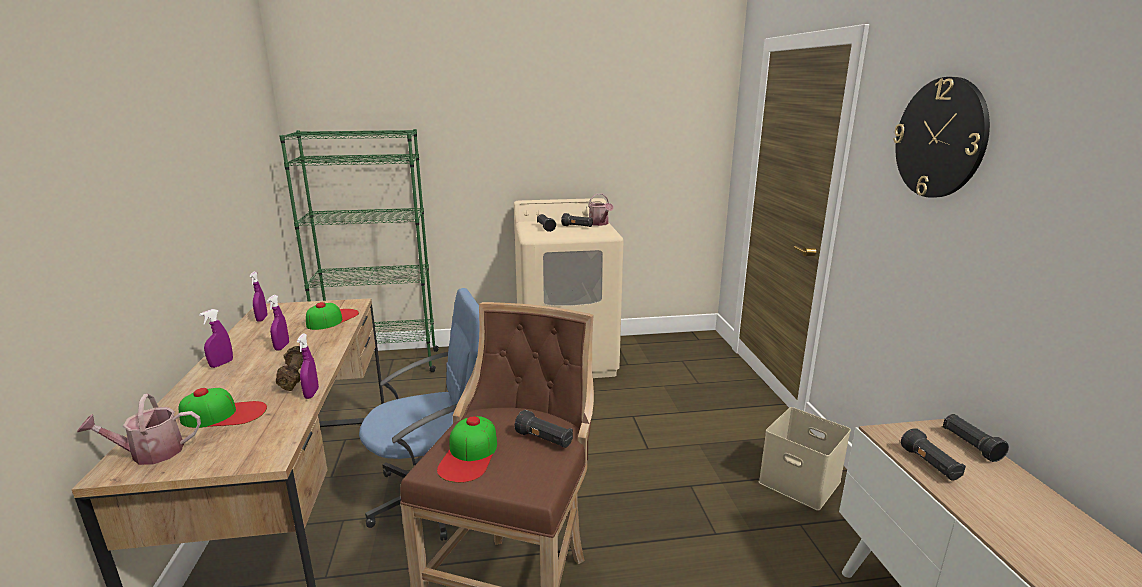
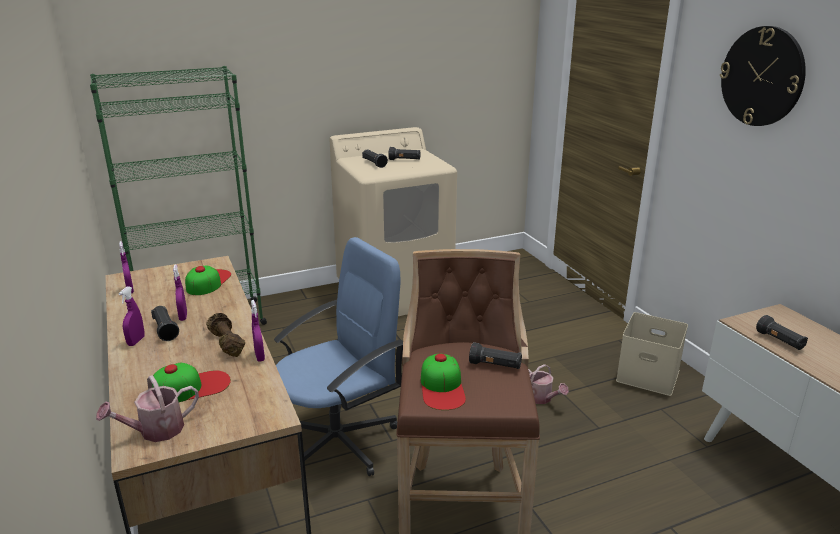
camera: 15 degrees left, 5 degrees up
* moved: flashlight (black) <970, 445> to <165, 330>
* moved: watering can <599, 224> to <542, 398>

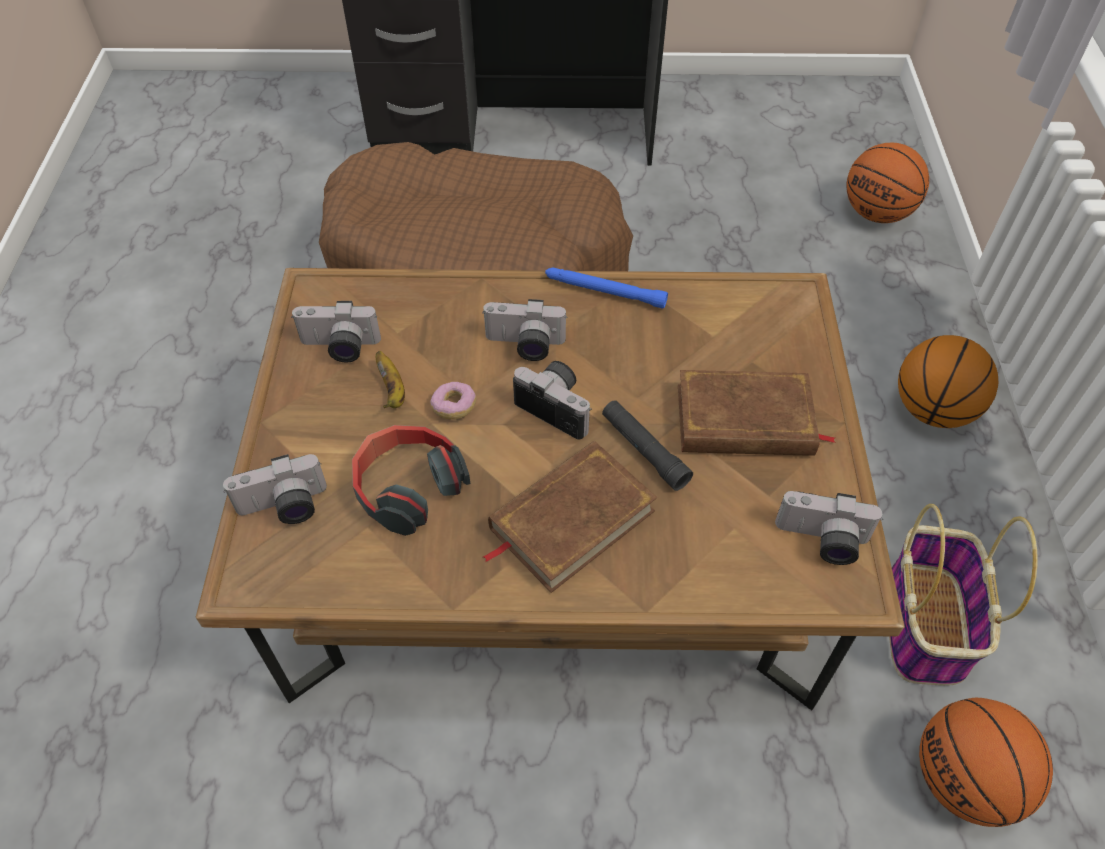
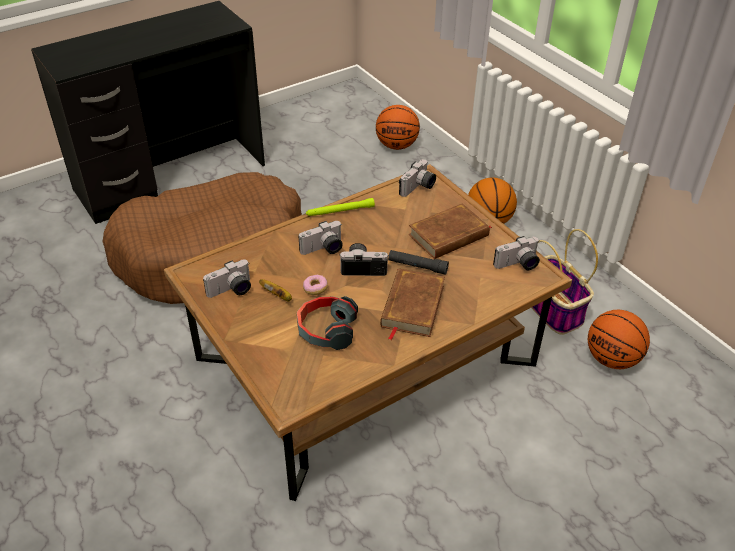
camera: 35 degrees left, 10 degrees down
* recoloured: flashlight (blue) <604, 291> to flashlight (green) <340, 211>
* moved: photo camera <284, 508> to <418, 188>

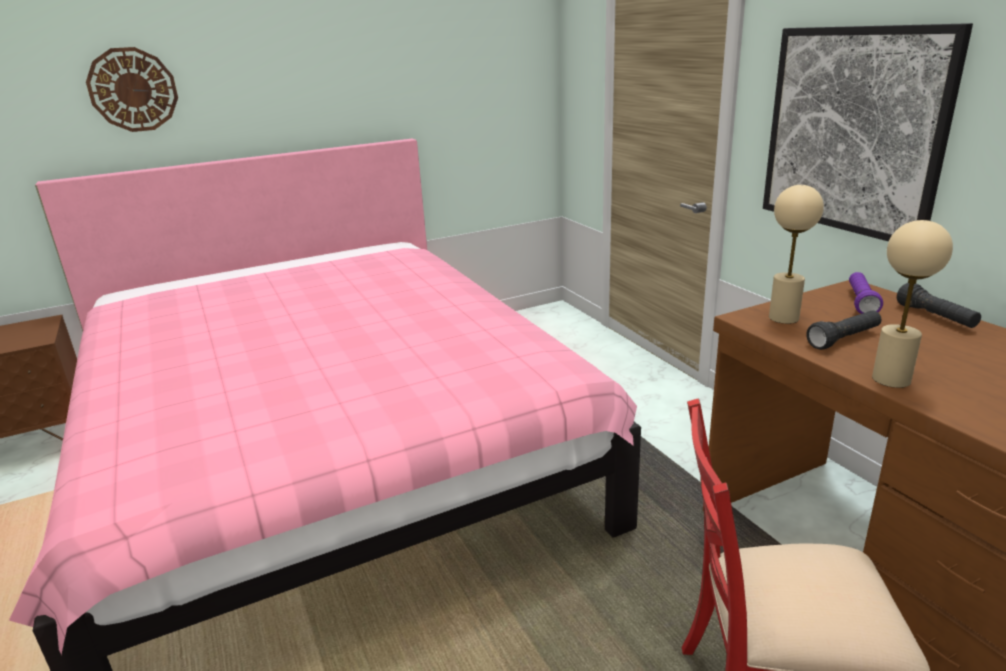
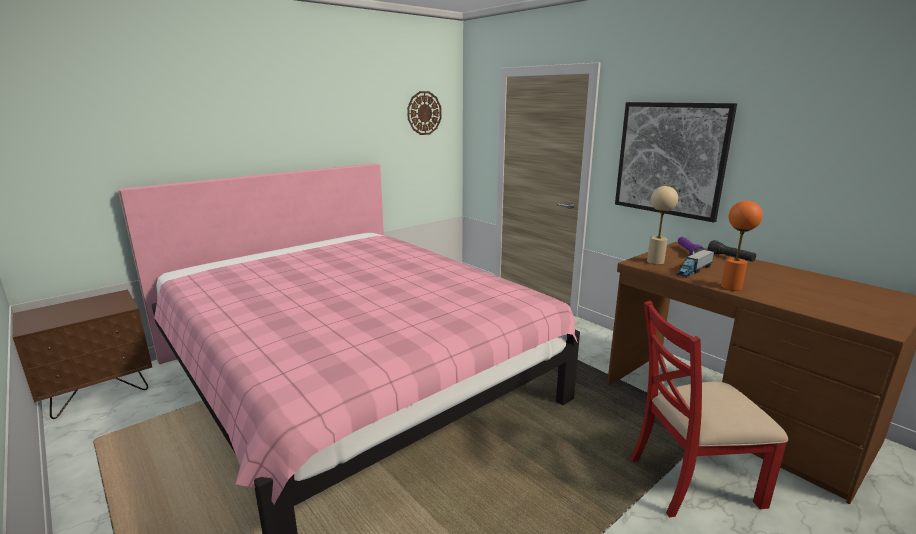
camera: 15 degrees left, 5 degrees down
* moved: wall clock <133, 90> to <424, 113>
* replaced: flashlight (black) <843, 339> to toy truck <694, 270>
* recoloured: table lamp (beige) <890, 379> to table lamp (orange) <730, 287>

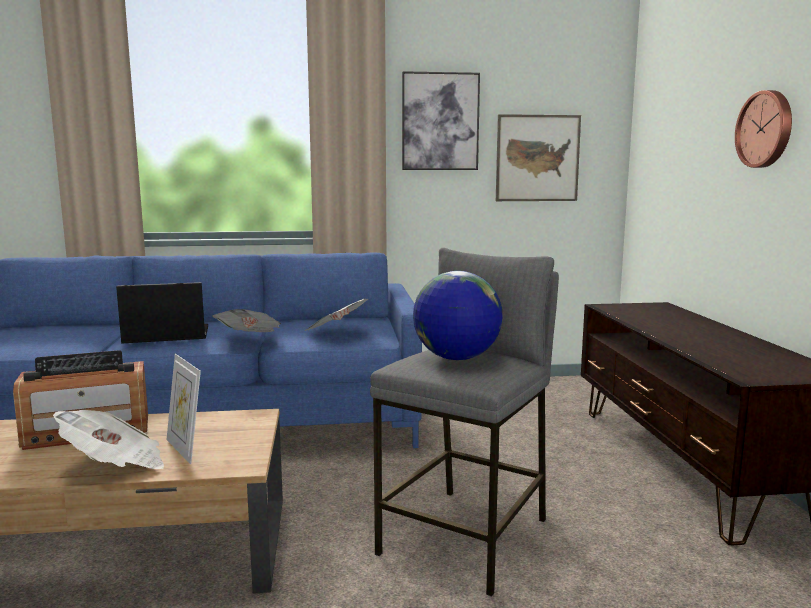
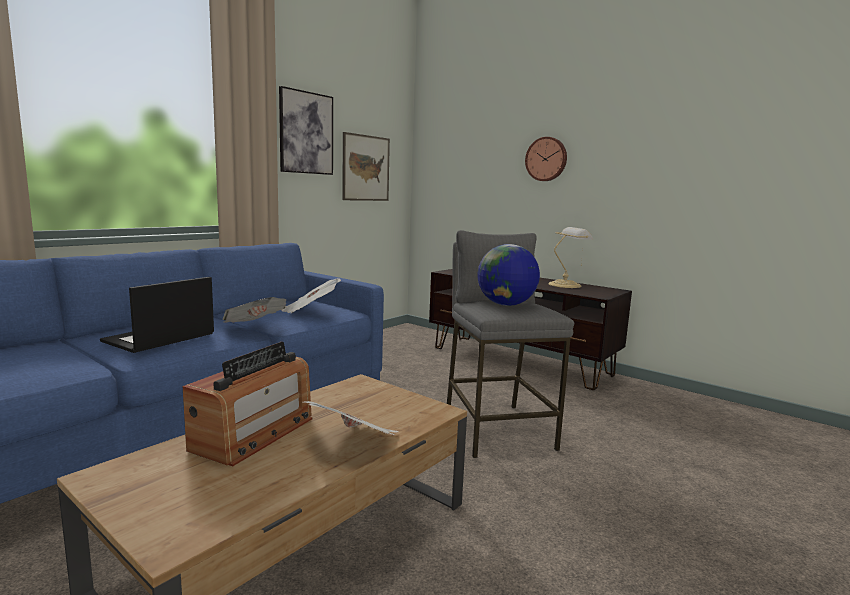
camera: 45 degrees left, 0 degrees up
* added: table lamp <566, 285>
* removed: picture frame <185, 449>

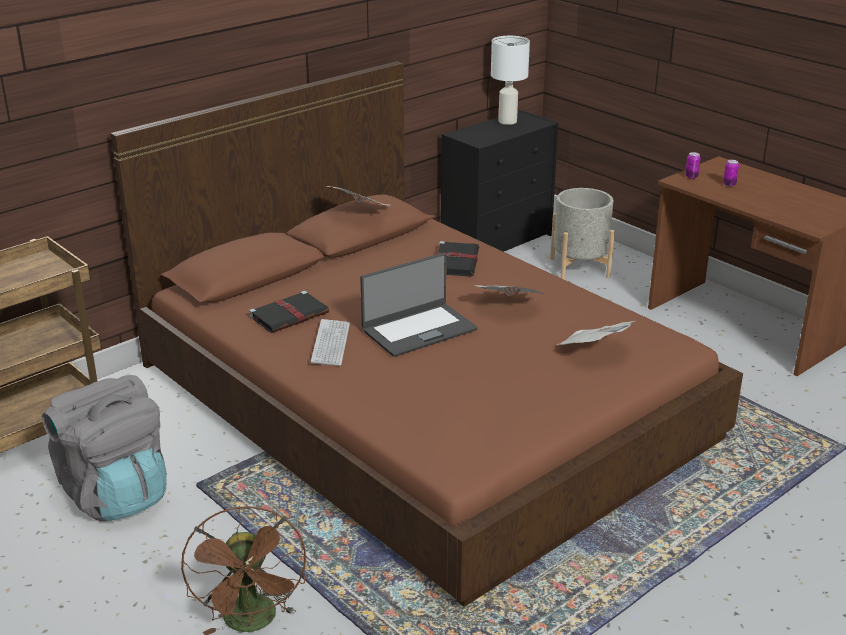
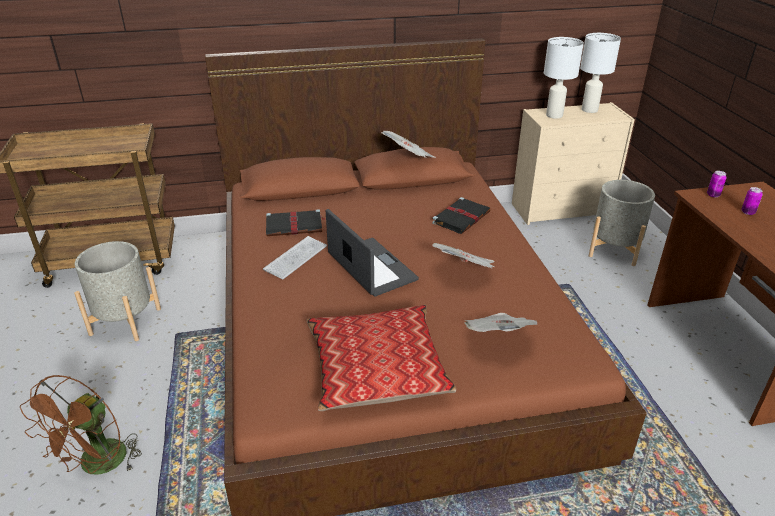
camera: 30 degrees right, 5 degrees up
* replaced: backpack (grey) <115, 494> to planter (grey) <125, 321>
* added: pillow <377, 367>
* turned: laptop <418, 330> = <370, 268> 120 degrees counterclockwise
* recoloured: dresser (black) <497, 241> to dresser (beige) <562, 209>
* added: table lamp (white) <554, 115>

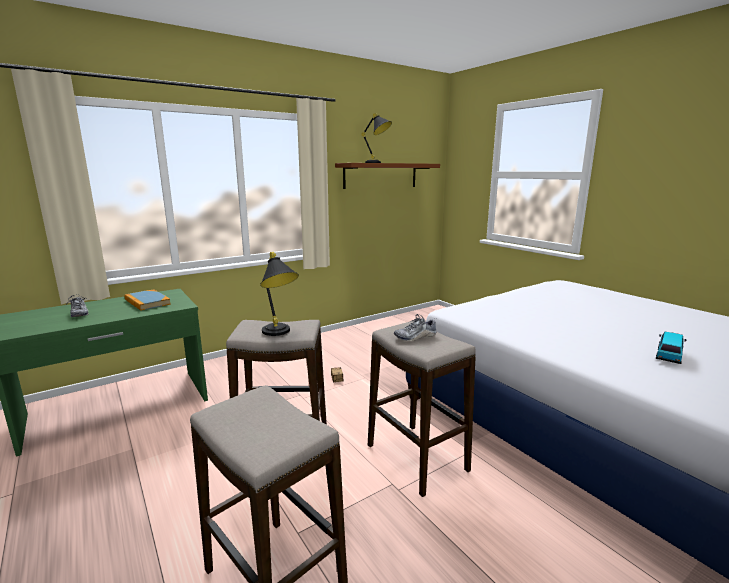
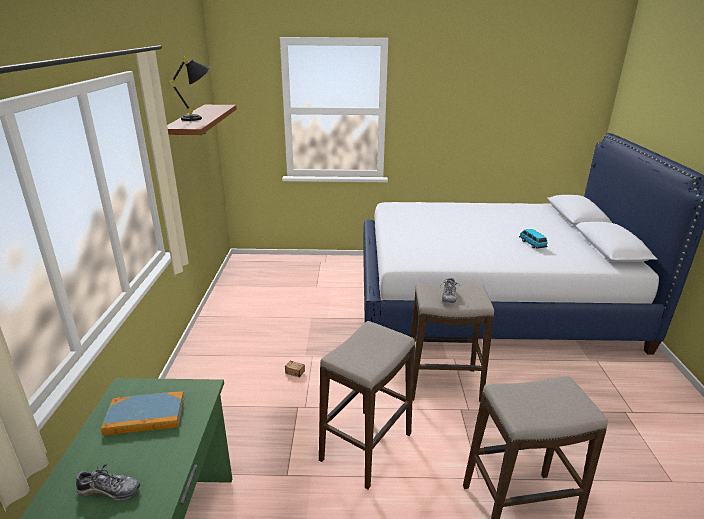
camera: 55 degrees left, 10 degrees up
* removed: table lamp (black) <279, 334>

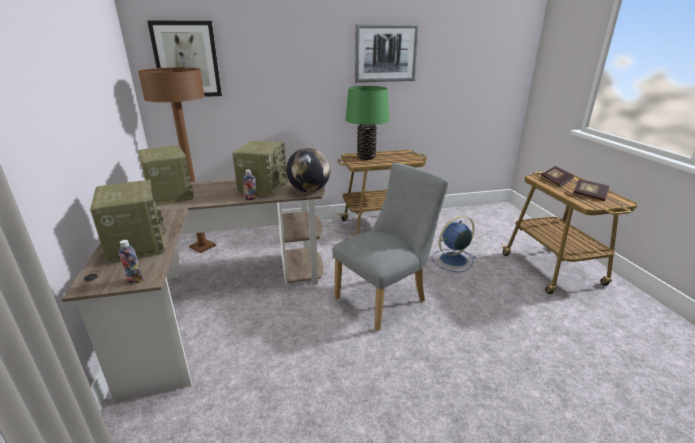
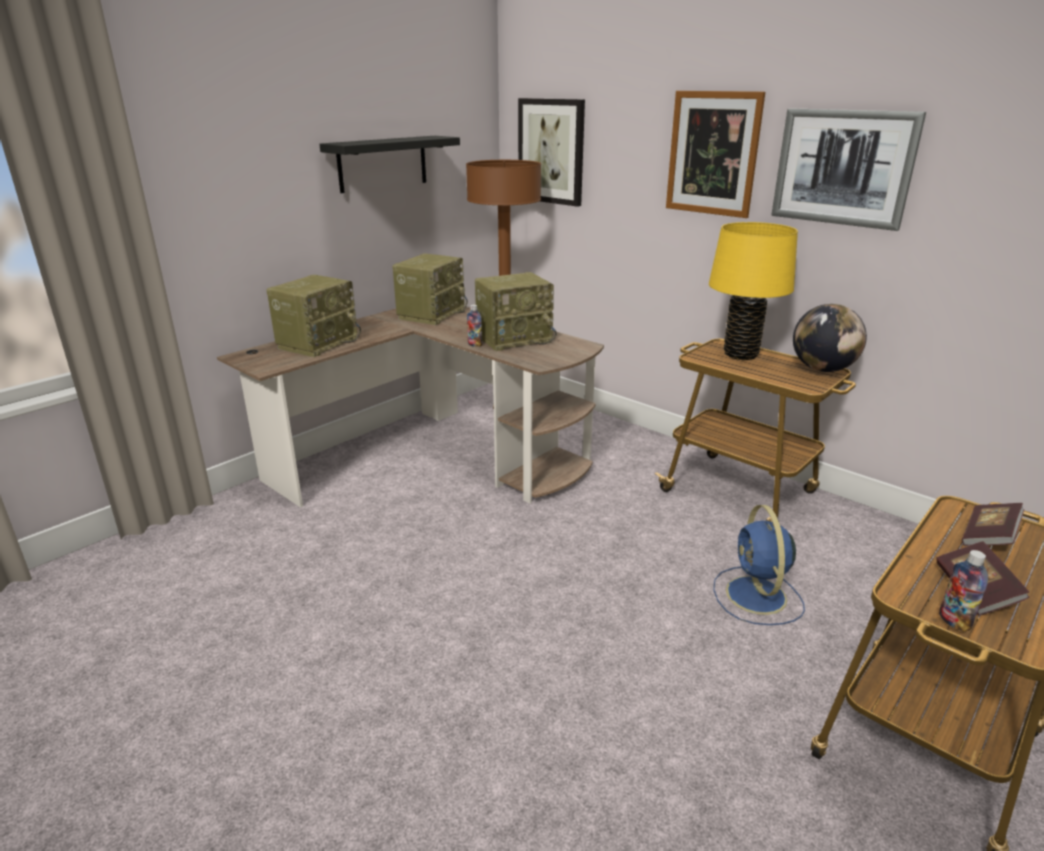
camera: 55 degrees right, 0 degrees up
* added: shelf (black) <383, 163>
* added: picture <713, 153>
* recoloured: table lamp (green) <366, 157> to table lamp (yellow) <740, 355>
* turned: fan (blue) <452, 260> = <757, 597> 120 degrees counterclockwise
* moved: globe <309, 190> to <822, 369>
* moved: bottle <134, 280> to <954, 621>
* removed: chair (grey) <385, 297>

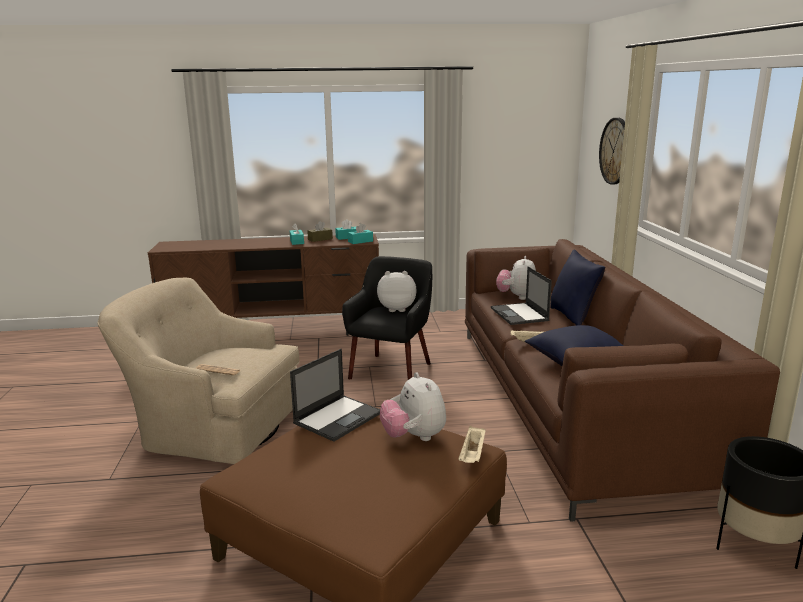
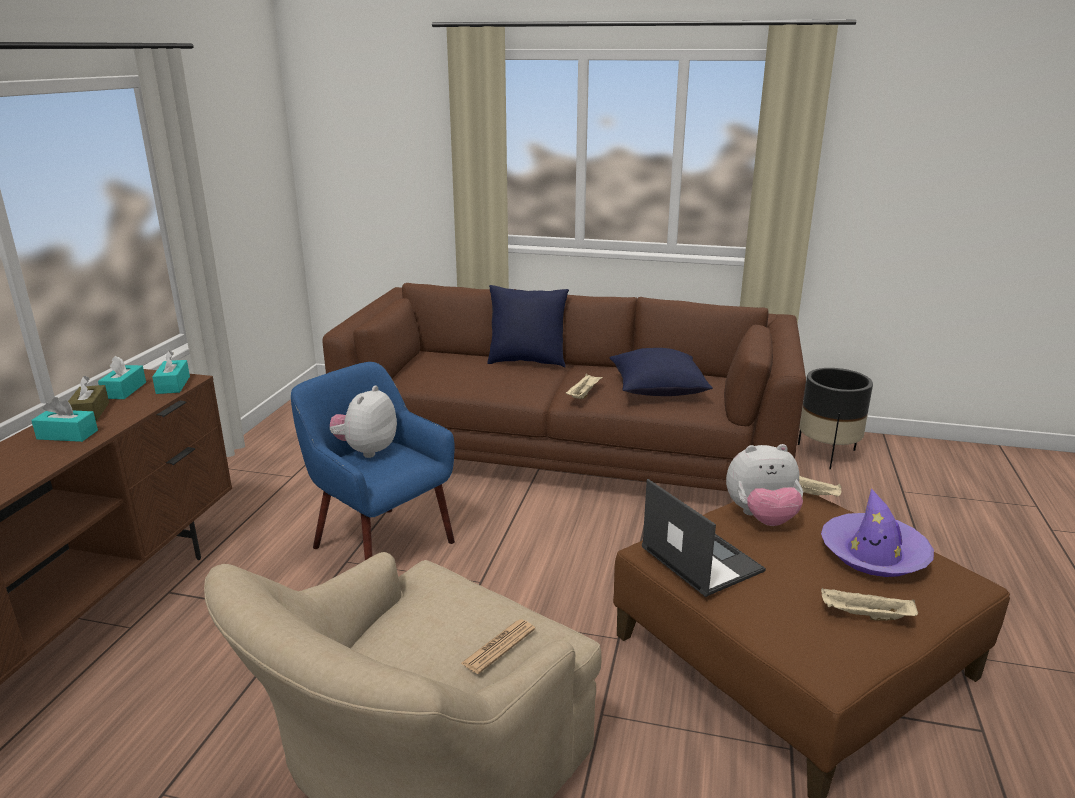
camera: 70 degrees left, 5 degrees up
* recoloured: armchair (black) <392, 370> to armchair (blue) <381, 544>
* added: hat (purple) <874, 554>
* added: tray (beige) <865, 616>
* removed: laptop <519, 314>
* removed: plush toy <516, 297>
* removed: wall clock <615, 151>

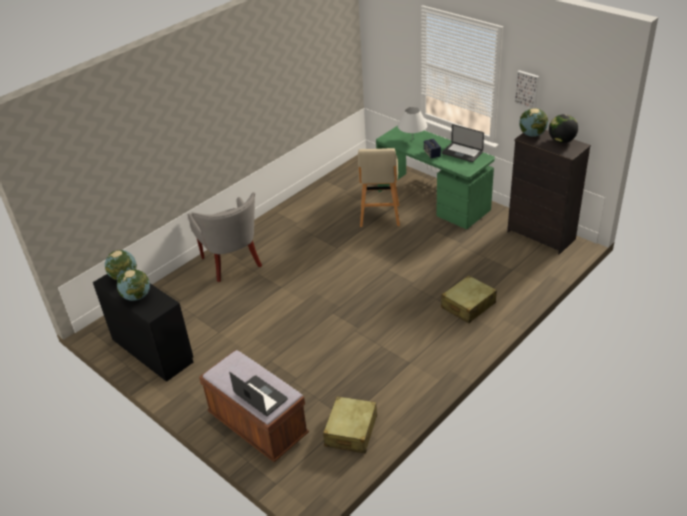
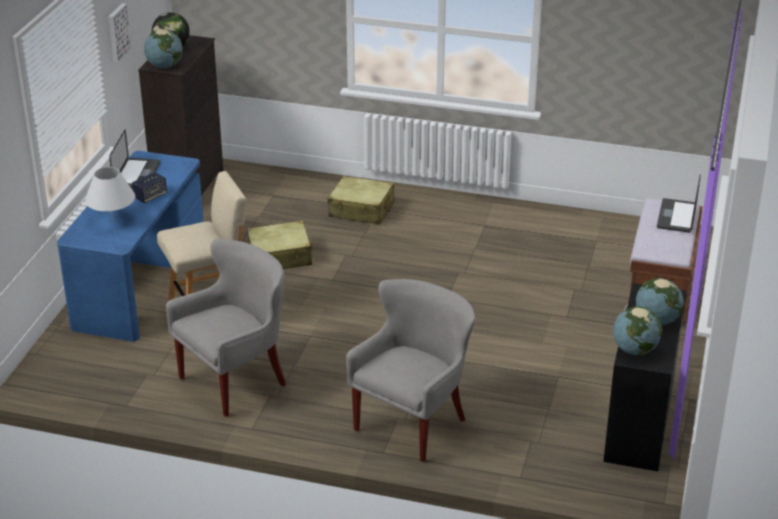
camera: 120 degrees left, 5 degrees down
* recoloured: desk (green) <433, 200> to desk (blue) <140, 283>
* added: armchair (grey) <236, 381>
* moved: suitcase (beige) <351, 431> to <280, 257>

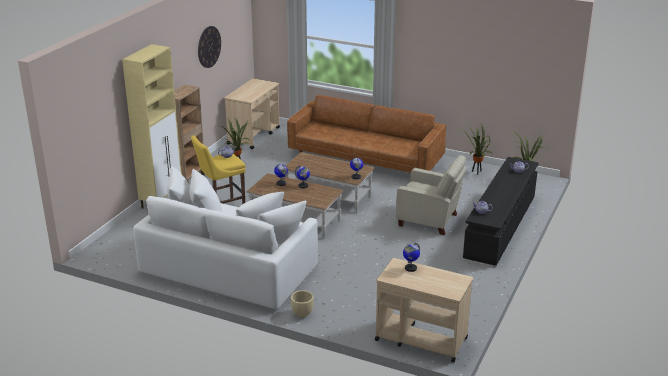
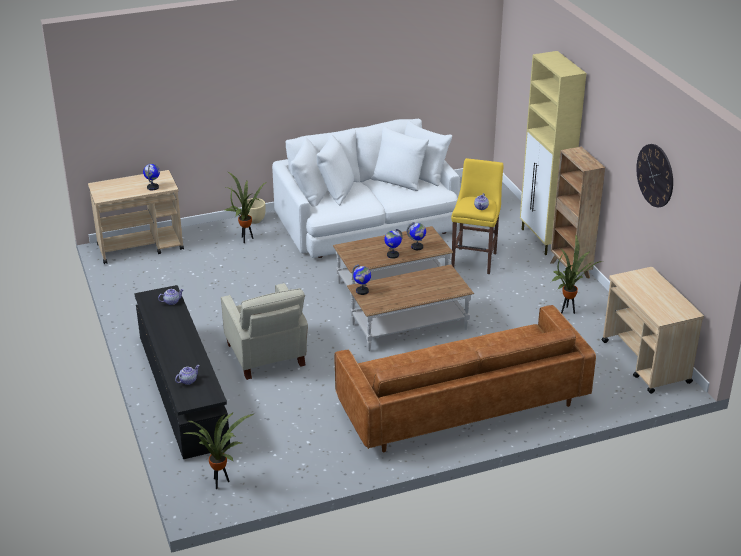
camera: 135 degrees right, 5 degrees up
* turned: armchair (beige) <430, 220> = <266, 356> 90 degrees counterclockwise
* moved: potted plant <476, 173> to <246, 239>

